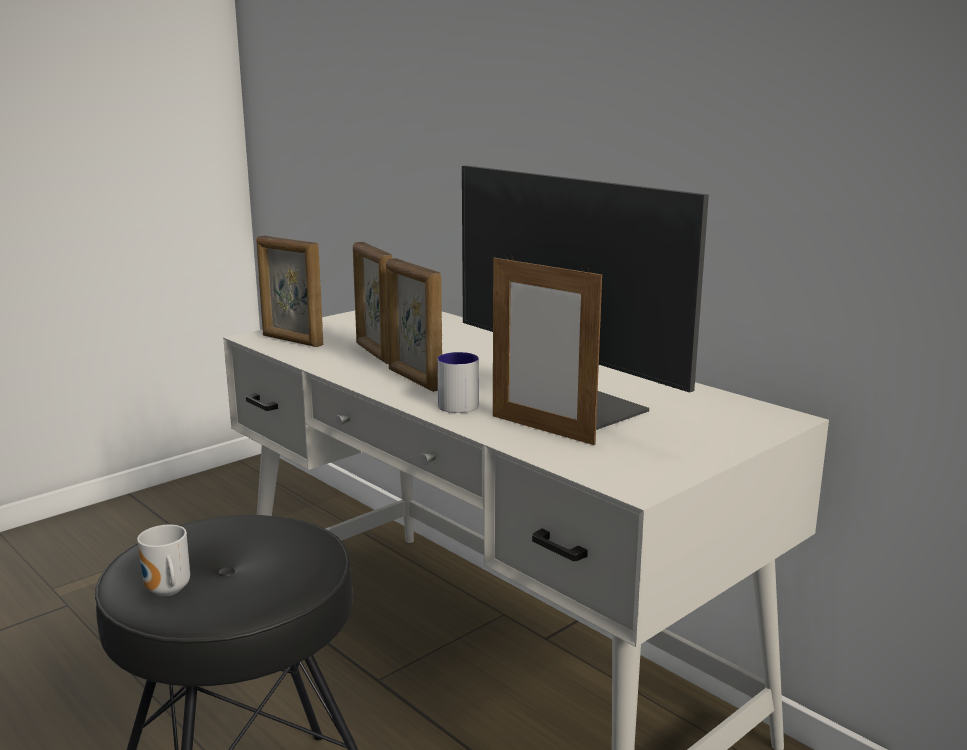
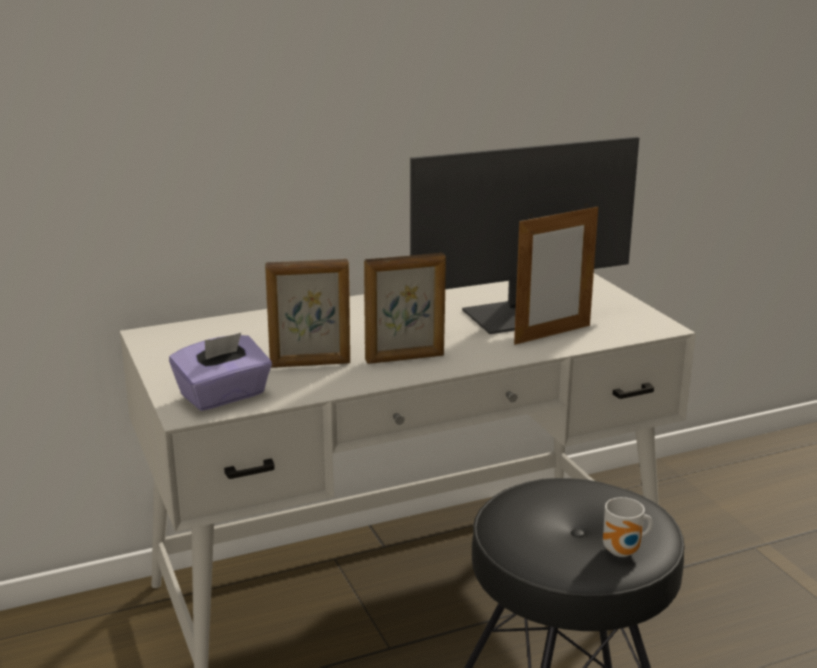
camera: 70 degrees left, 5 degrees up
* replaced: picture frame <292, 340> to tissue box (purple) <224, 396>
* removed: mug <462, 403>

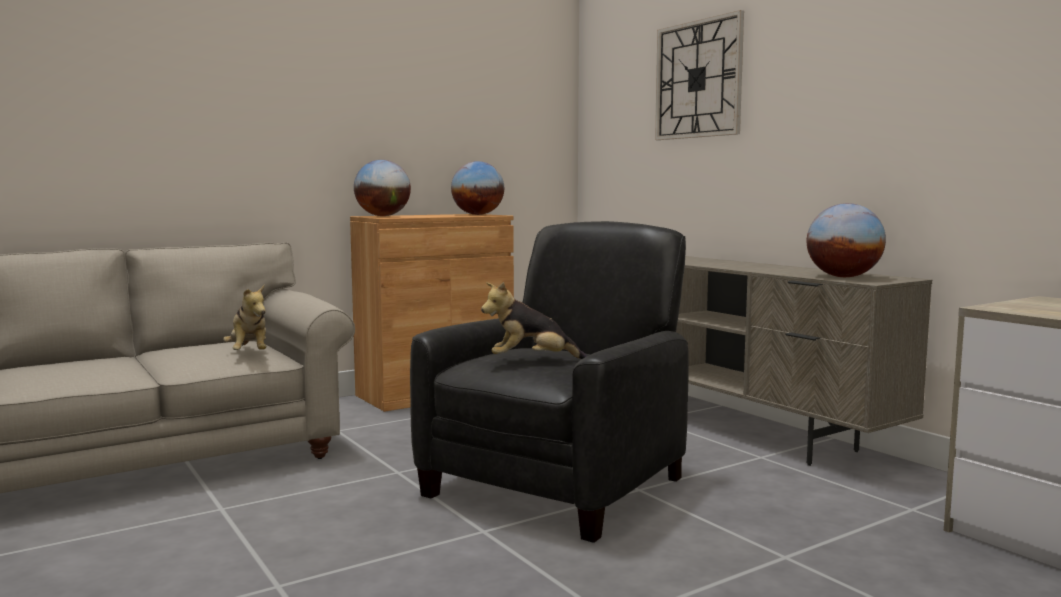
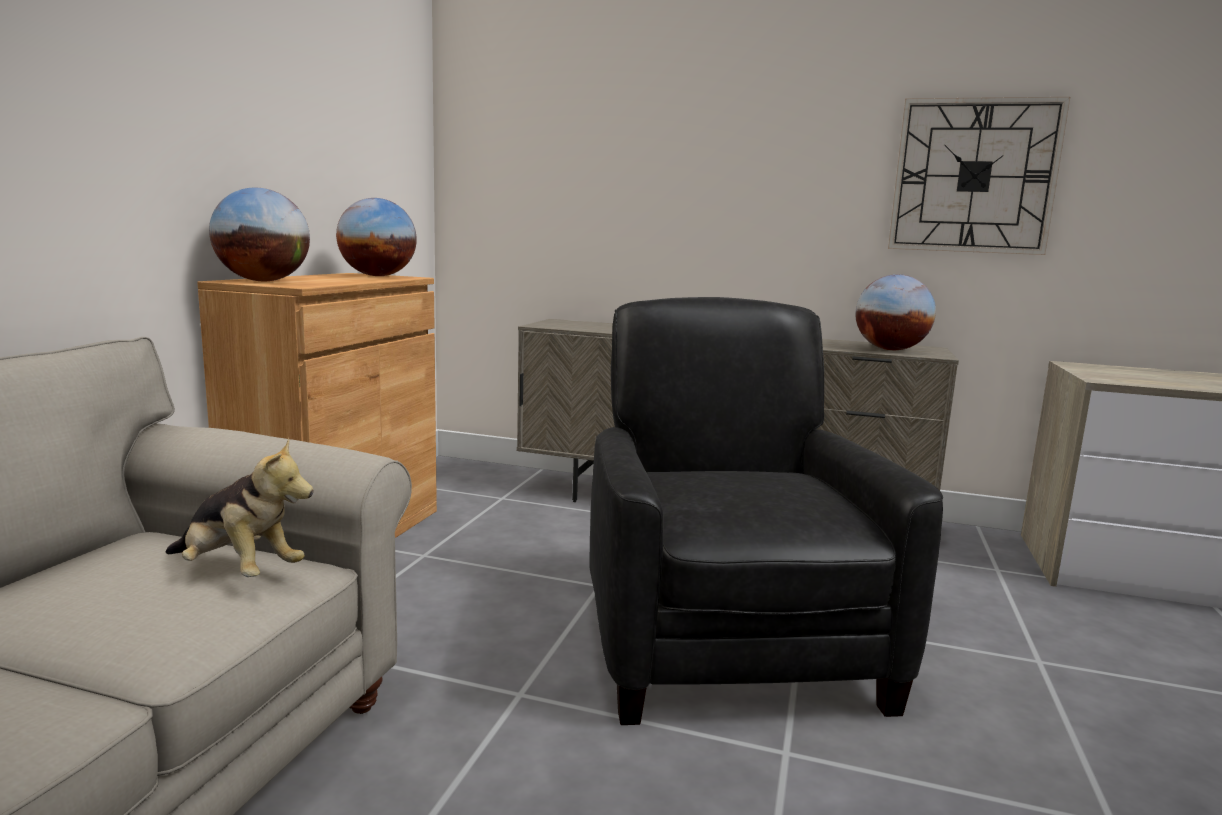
camera: 40 degrees left, 5 degrees up
* moved: wall clock <698, 79> to <973, 176>
* removed: plush toy <531, 361>

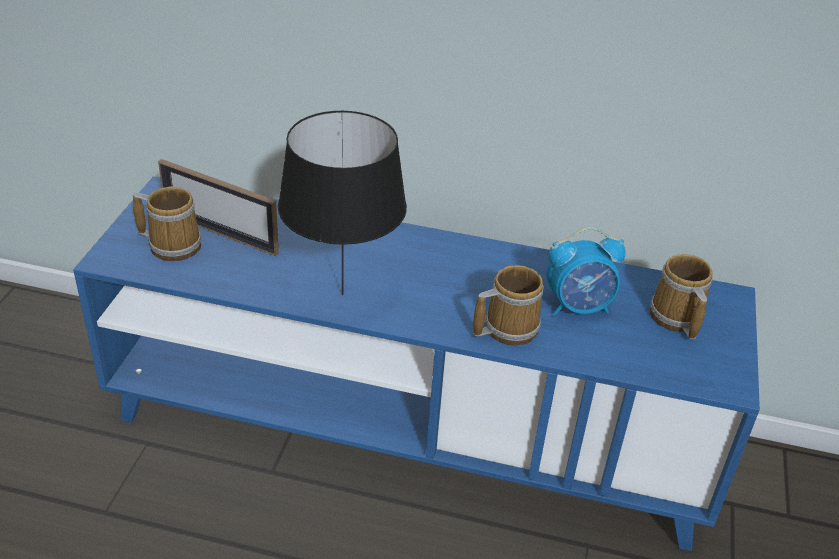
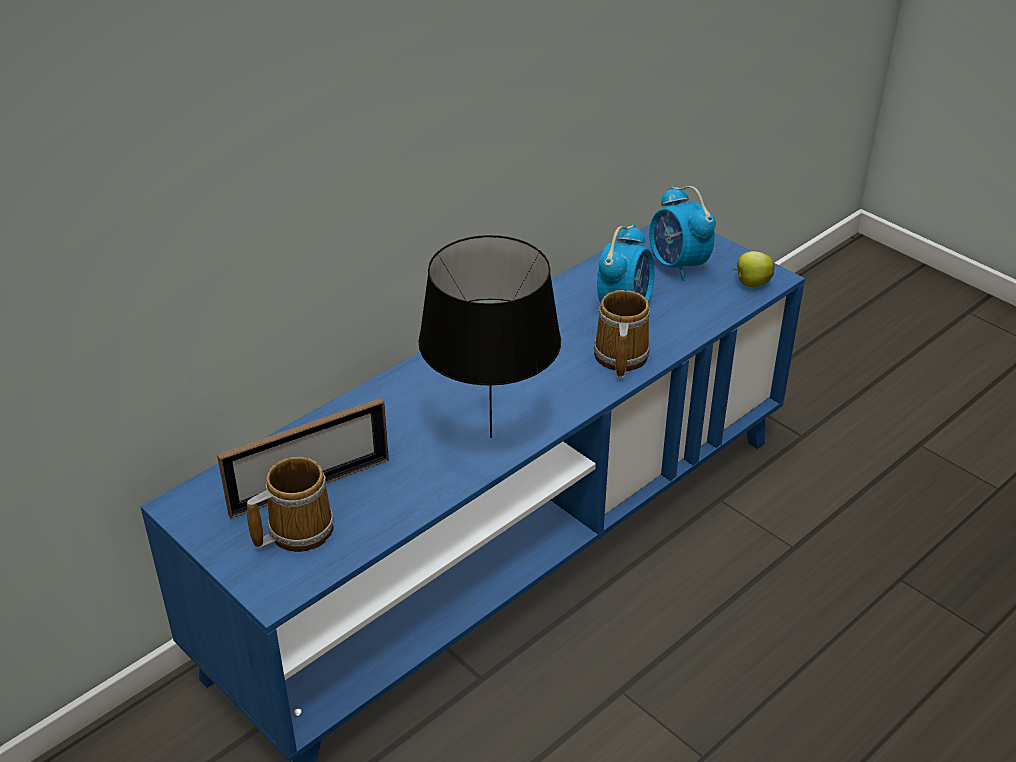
camera: 55 degrees left, 0 degrees up
* replaced: mug <675, 318> to alarm clock <678, 265>
* added: apple <751, 283>

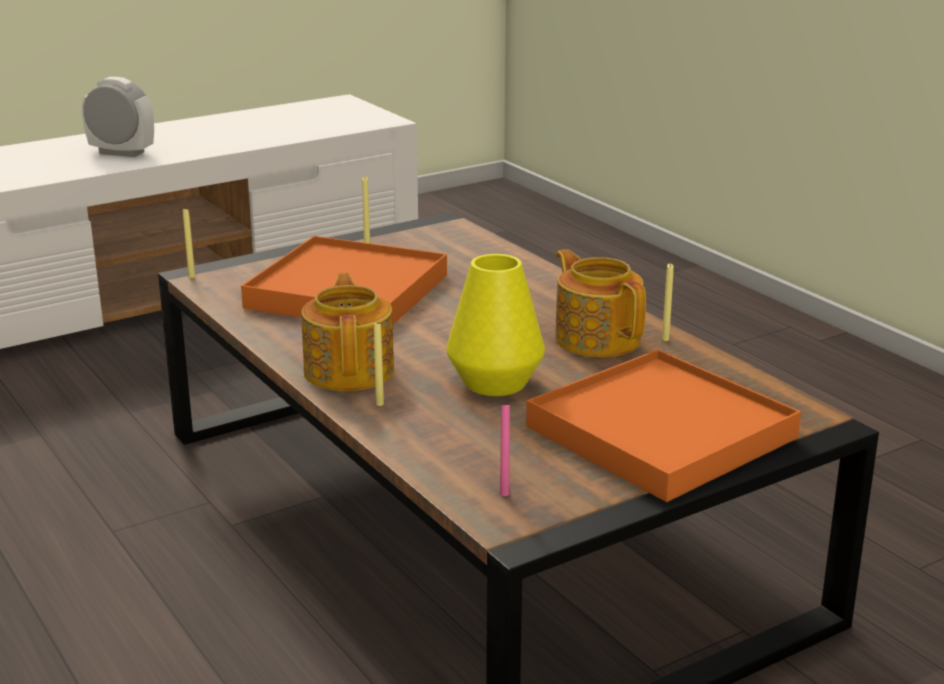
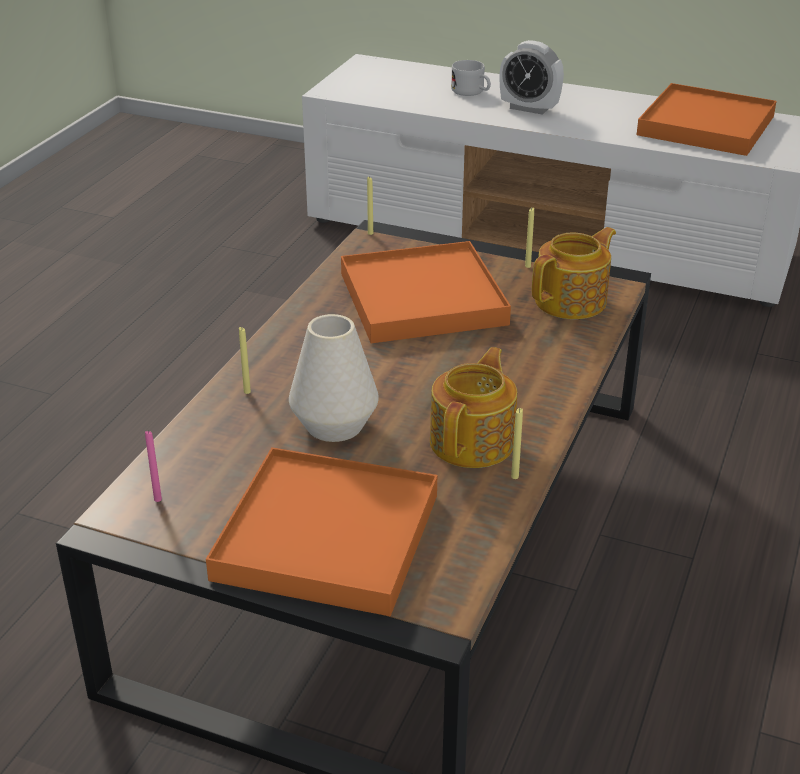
camera: 55 degrees right, 10 degrees up
* recoloured: vase (yellow) <495, 382> to vase (white) <335, 425>
* added: mug (white) <472, 92>
* turned: alarm clock <121, 153> = <529, 108> 135 degrees clockwise
* moved: teapot <350, 370> to <572, 301>
* added: tray (orange) <706, 126>

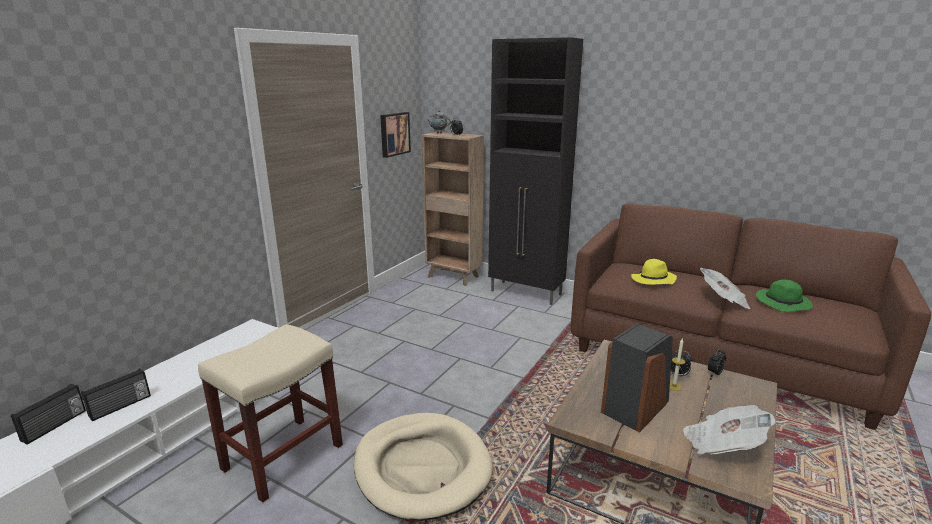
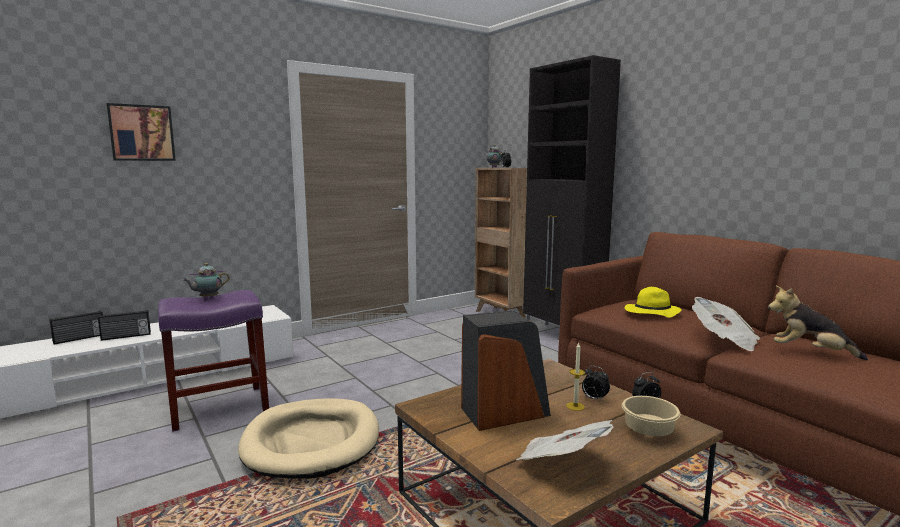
camera: 25 degrees right, 10 degrees down
* moved: picture <394, 134> to <141, 133>
* recoloured: stool (beige) <283, 456> to stool (purple) <220, 407>
* added: teapot <207, 298>
* added: bowl (beige) <650, 432>
* replaced: hat (green) <784, 303> to plush toy <810, 353>

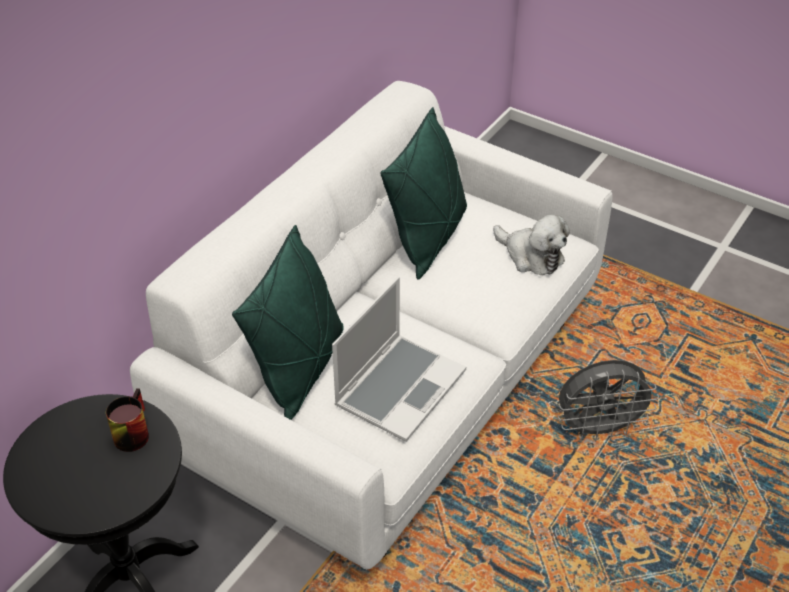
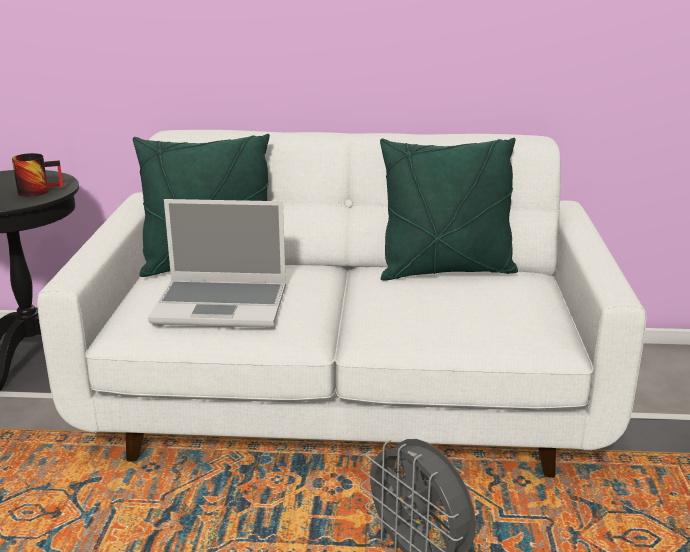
camera: 60 degrees right, 20 degrees down
* removed: plush toy <531, 256>

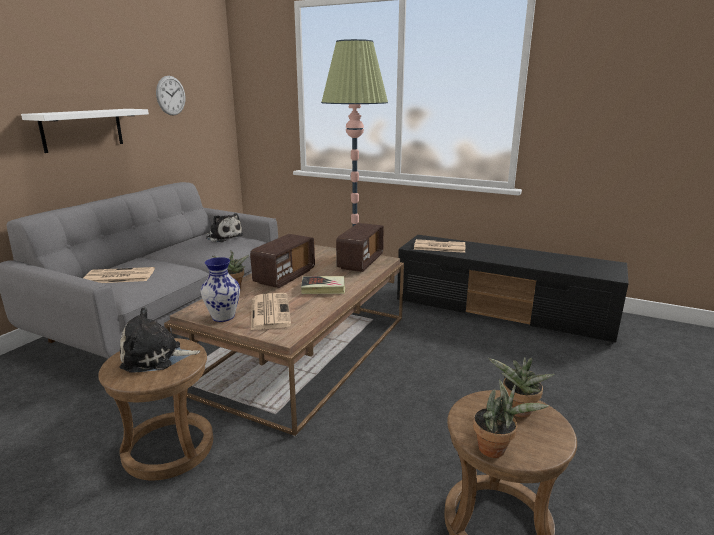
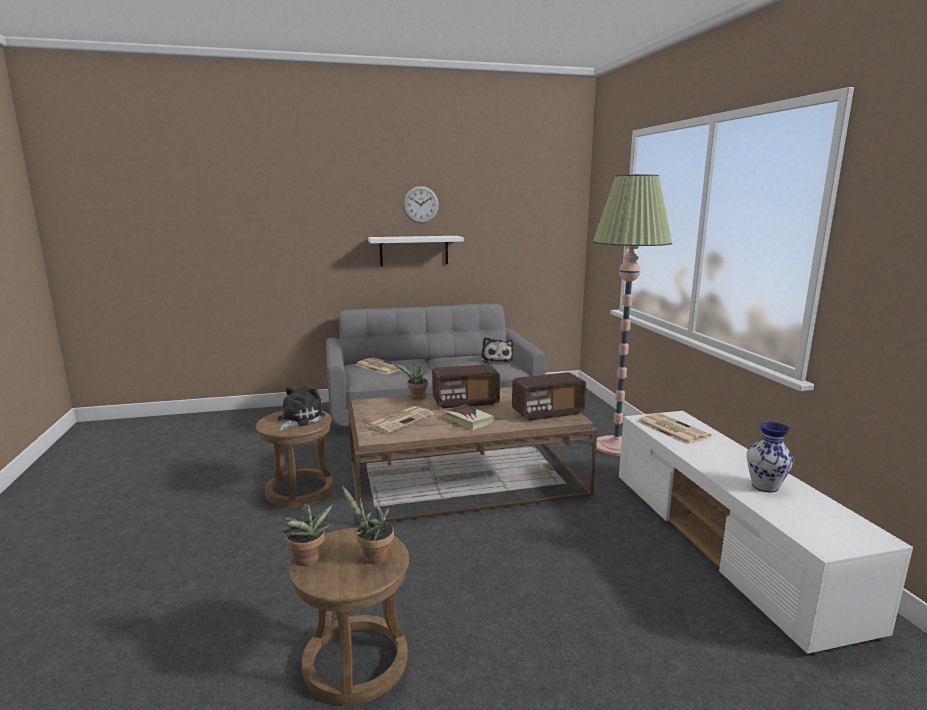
camera: 50 degrees right, 5 degrees down
* turned: plush toy <156, 357> = <298, 419> 75 degrees clockwise
* moved: wall clock <171, 95> to <420, 204>
* recoloured: tv stand (black) <503, 311> to tv stand (white) <726, 545>
* moved: vase <222, 317> to <764, 486>

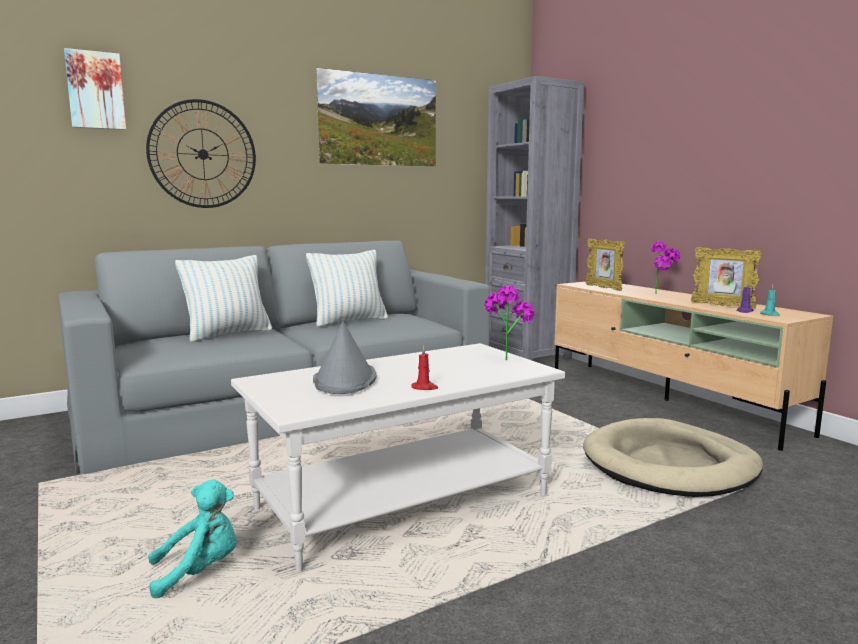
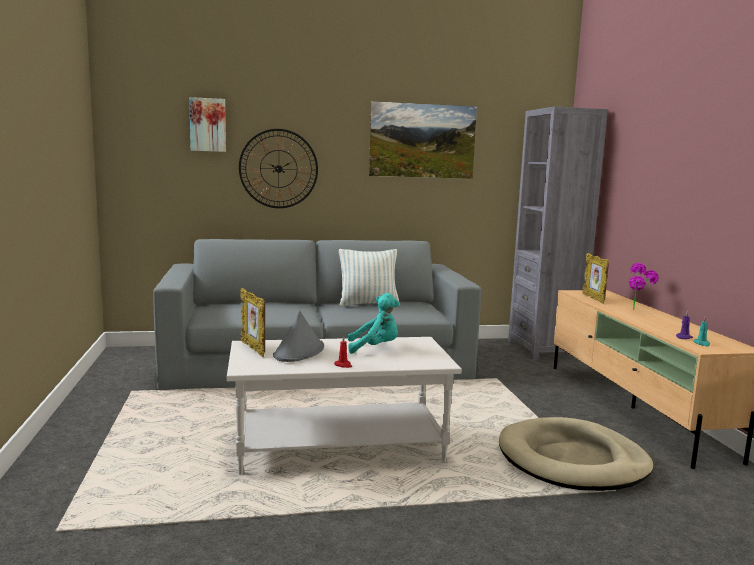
camera: 20 degrees right, 0 degrees up
* moved: picture frame <722, 306> to <253, 349>
* moved: plush toy (turquoise) <199, 571> to <375, 348>
* removed: pillow <228, 334>
* removed: potted plant <506, 357>

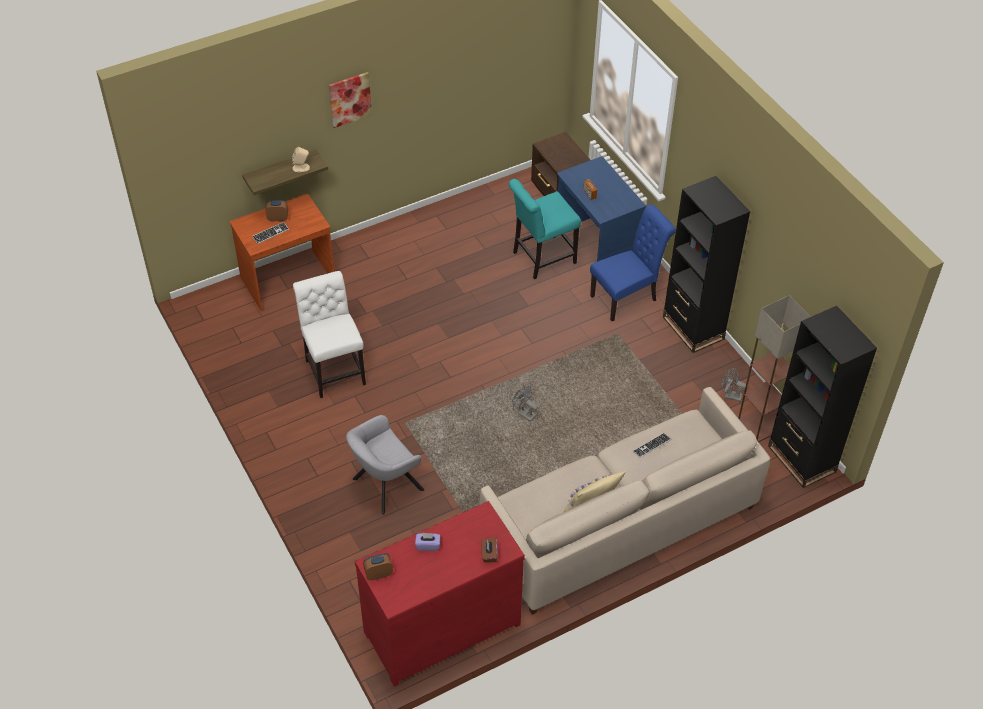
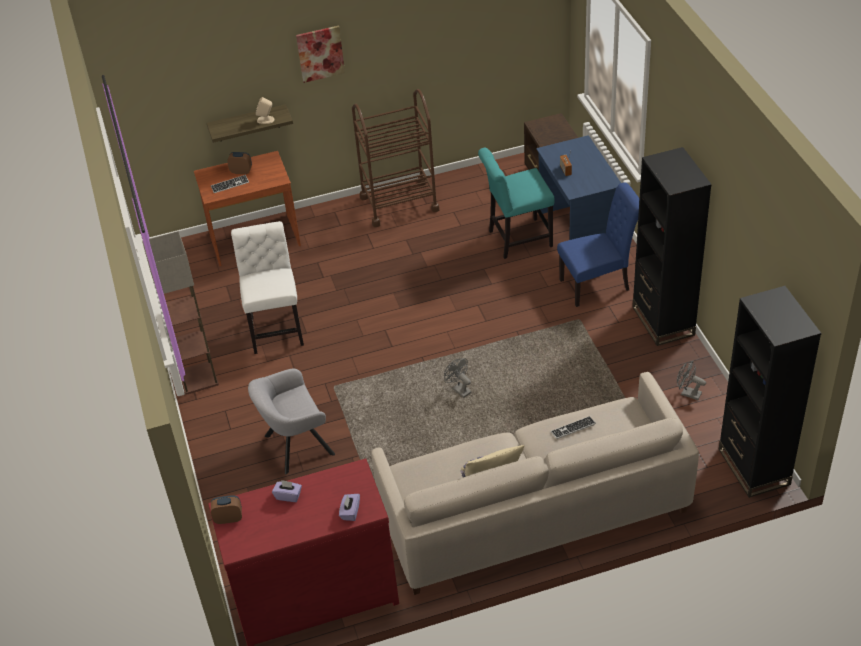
camera: 15 degrees right, 5 degrees down
* moved: floor lamp <757, 425> to <197, 378>
* recoloured: tissue box (brown) <489, 554> to tissue box (purple) <350, 512>
* added: cart (brown) <399, 203>

